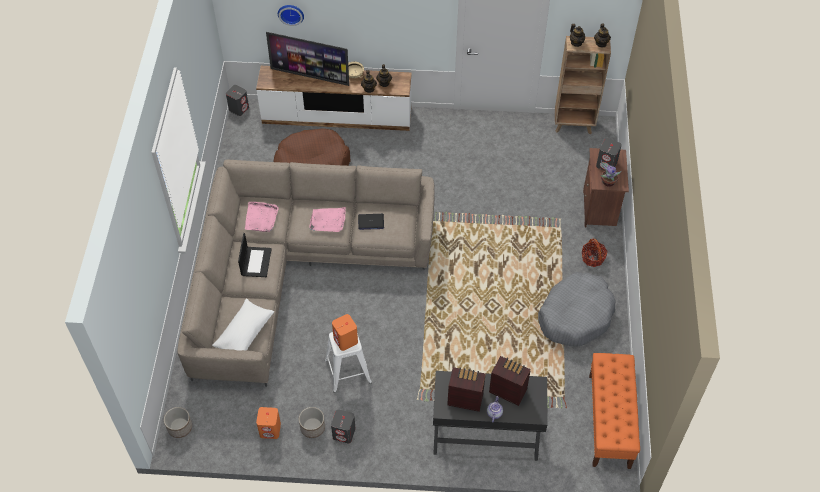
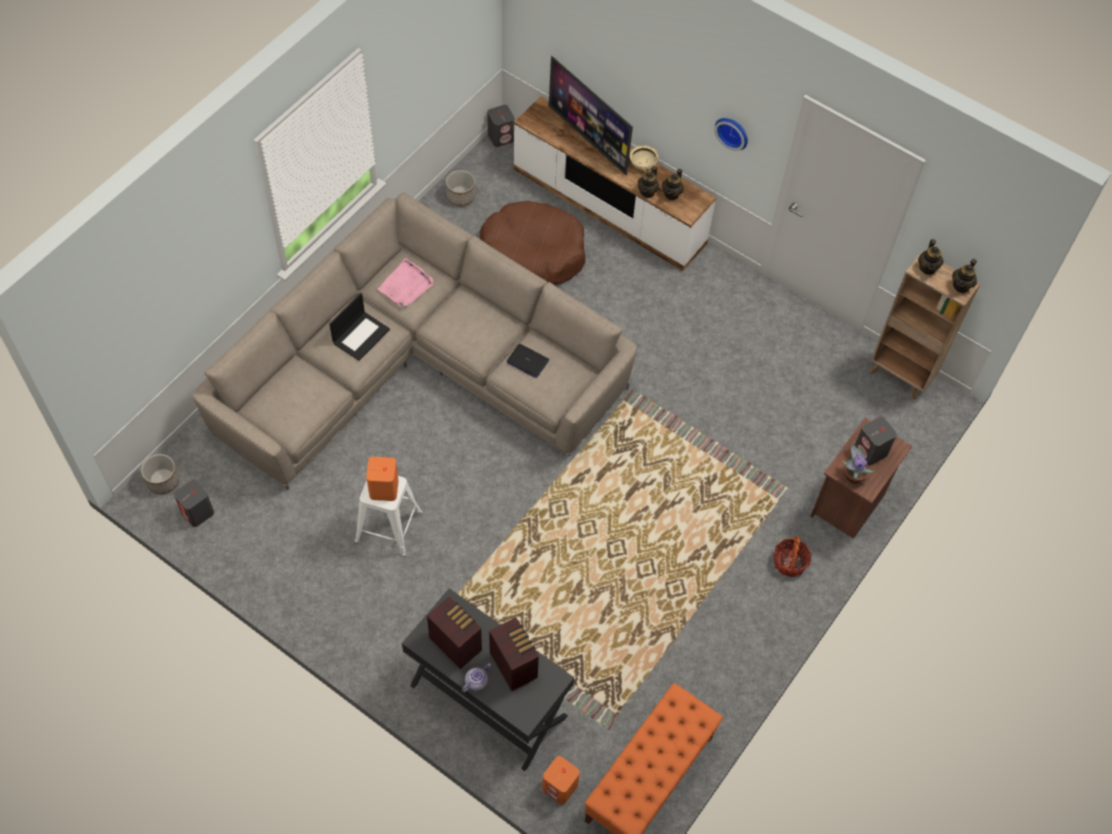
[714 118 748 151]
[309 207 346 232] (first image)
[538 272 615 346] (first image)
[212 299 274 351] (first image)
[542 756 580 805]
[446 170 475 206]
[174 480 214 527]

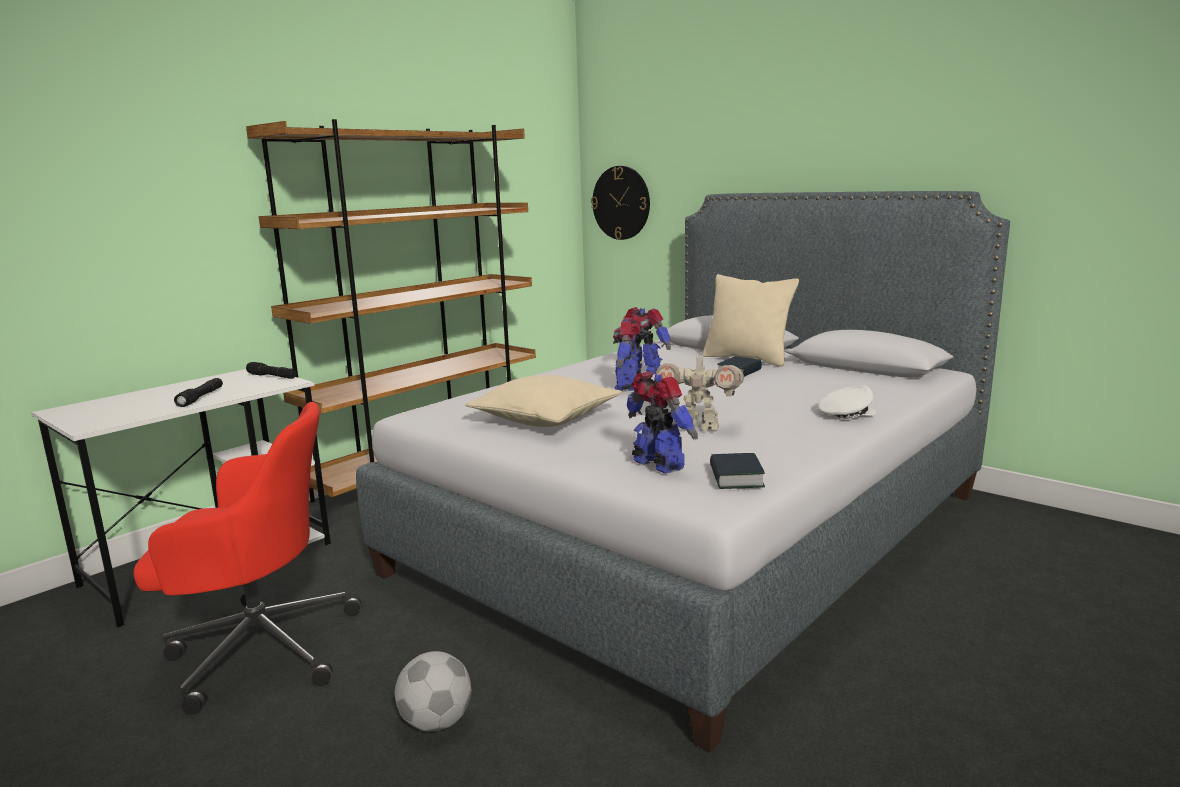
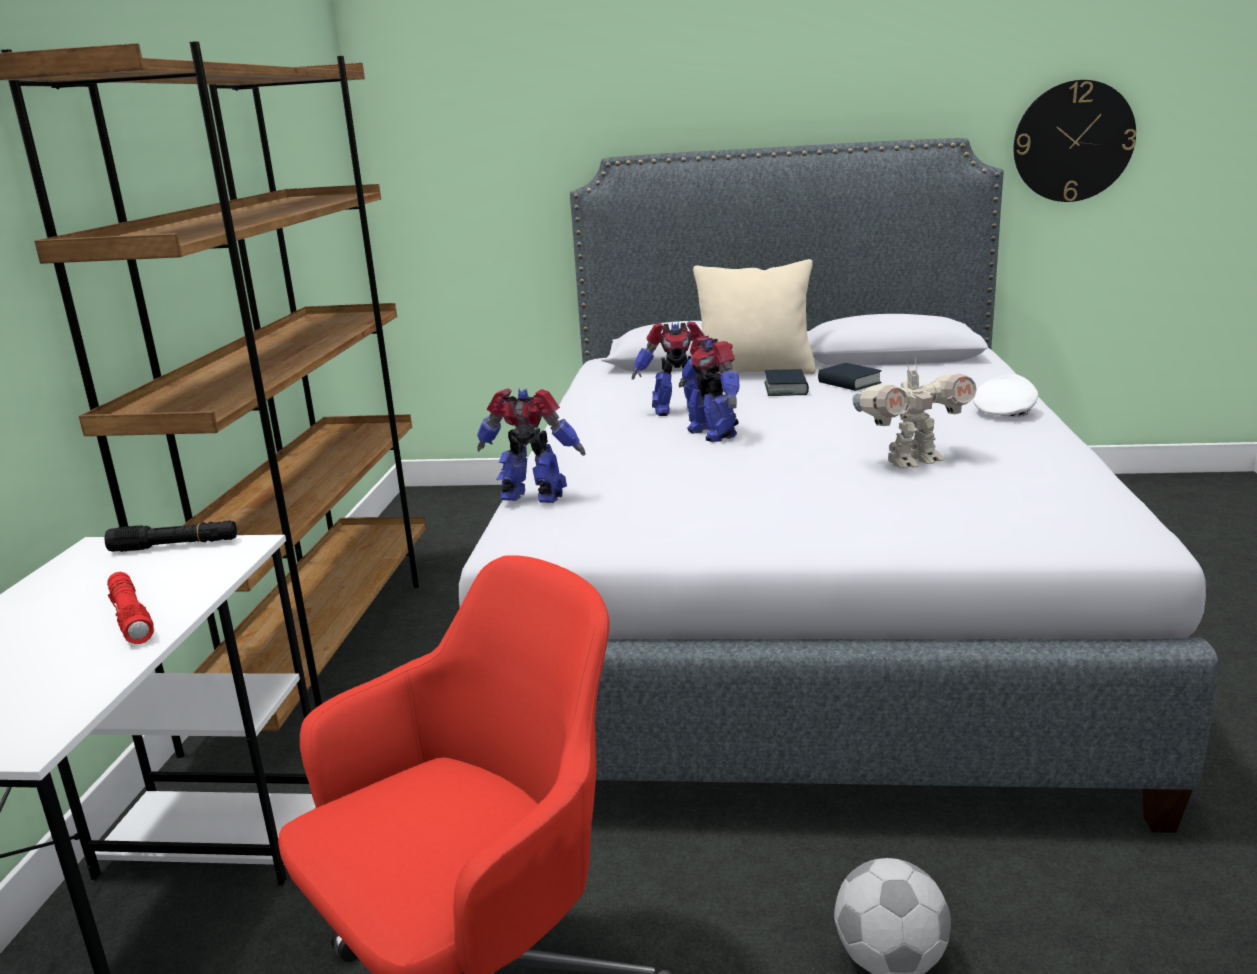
[1014 80 1136 202]
[477 388 586 503]
[465 375 622 427] (first image)
[107 572 154 644]
[818 363 882 391]

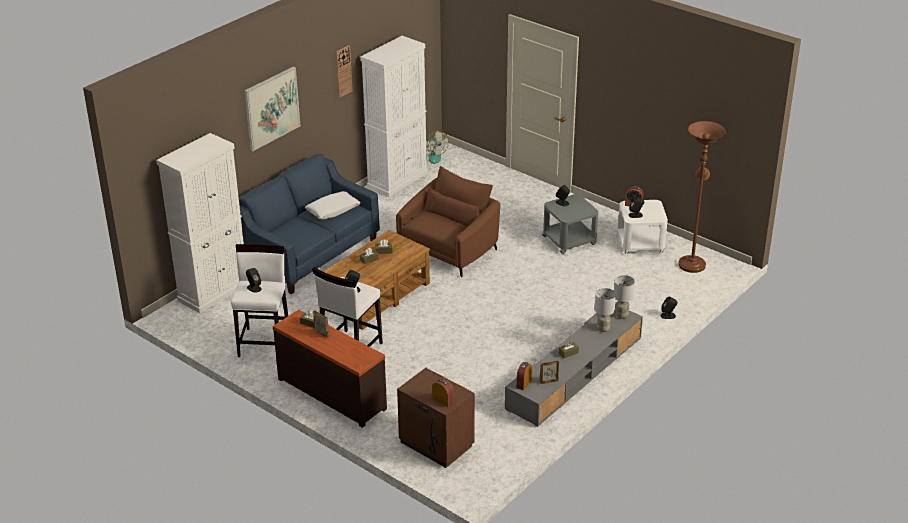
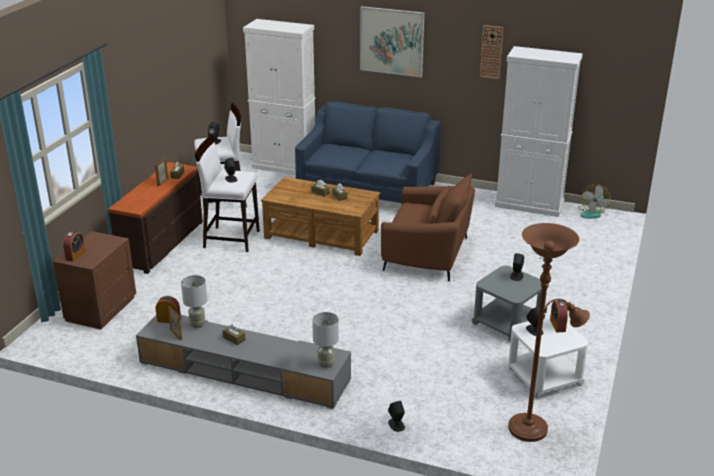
[305 191 361 219] (first image)
[181 275 207 328]

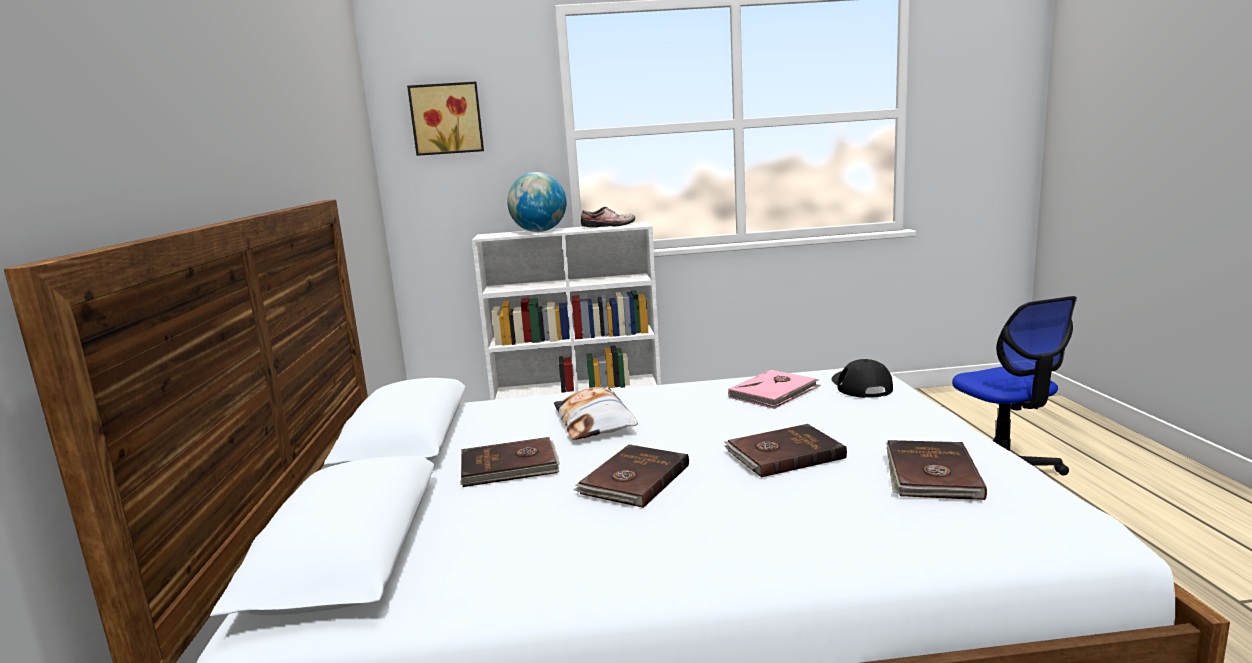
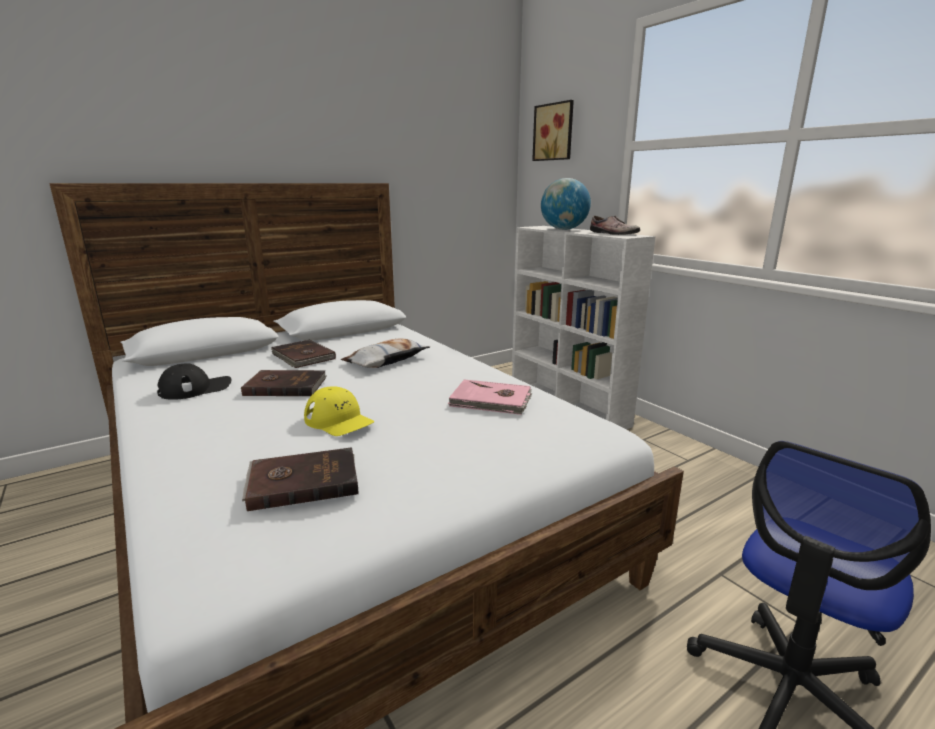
[157 363 232 400]
[304 386 374 436]

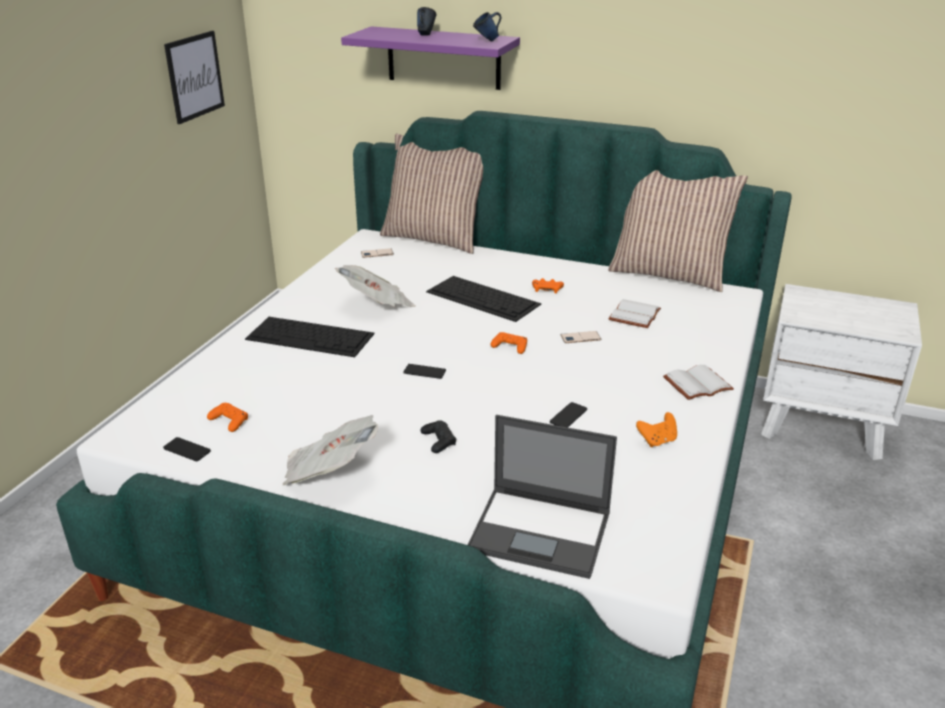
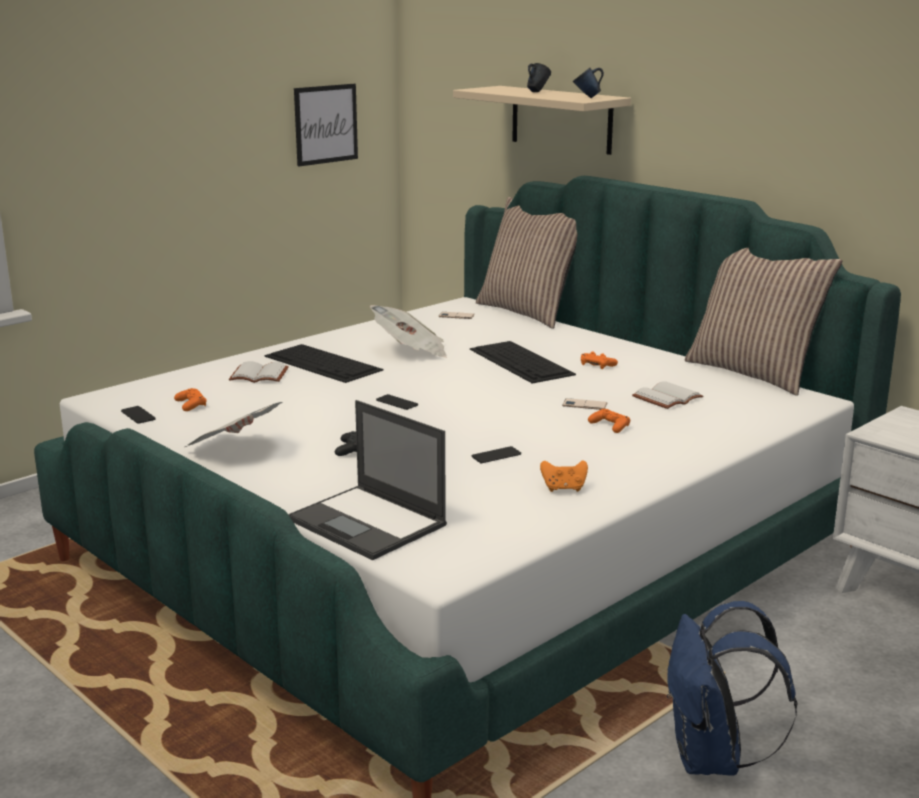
[453 86 631 155]
[588 409 631 433]
[229 361 289 383]
[667 601 797 776]

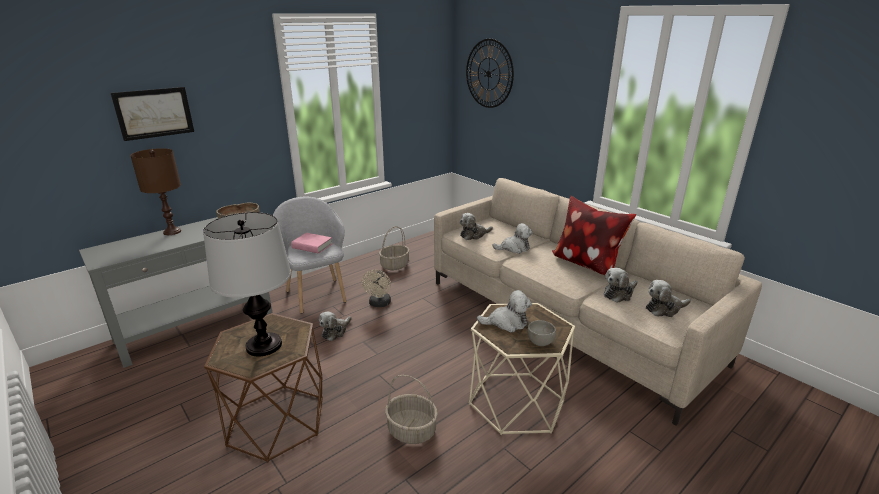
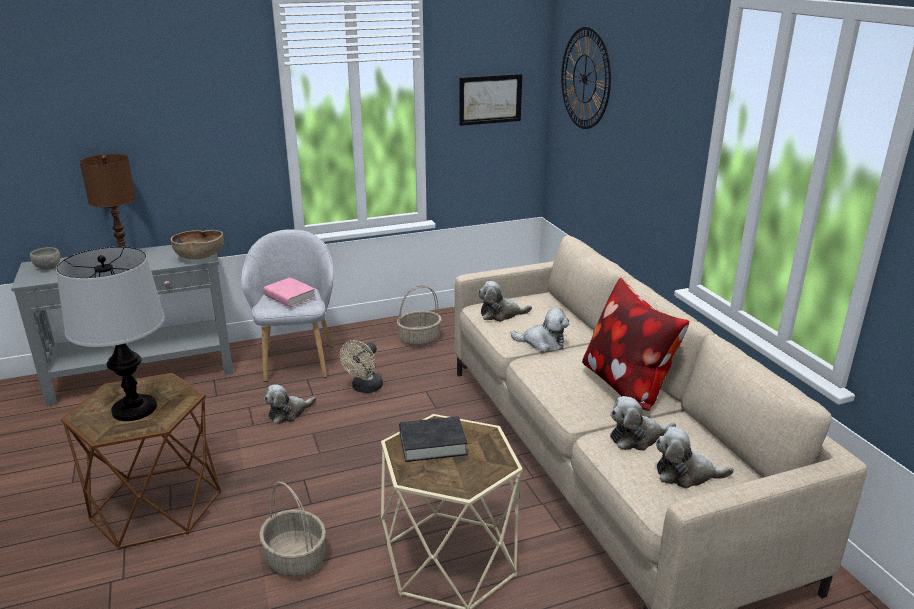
[459 74 522 126]
[399 416 467 462]
[30 247 61 270]

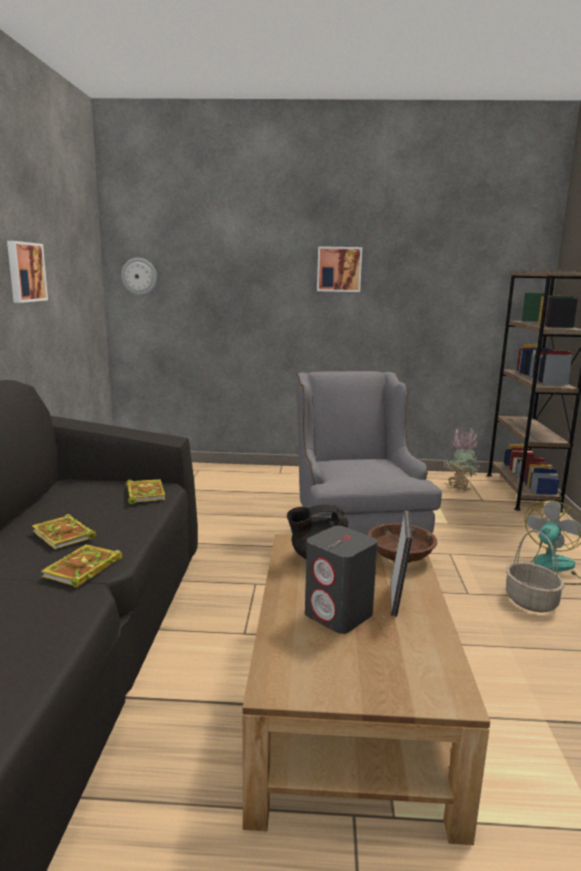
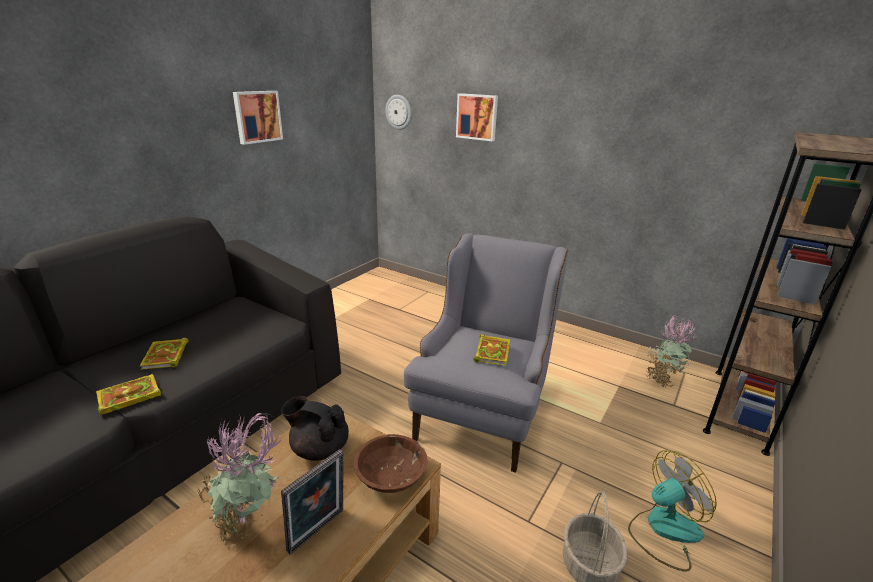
[456 93 498 141]
[473 334 510 366]
[197 413 284 547]

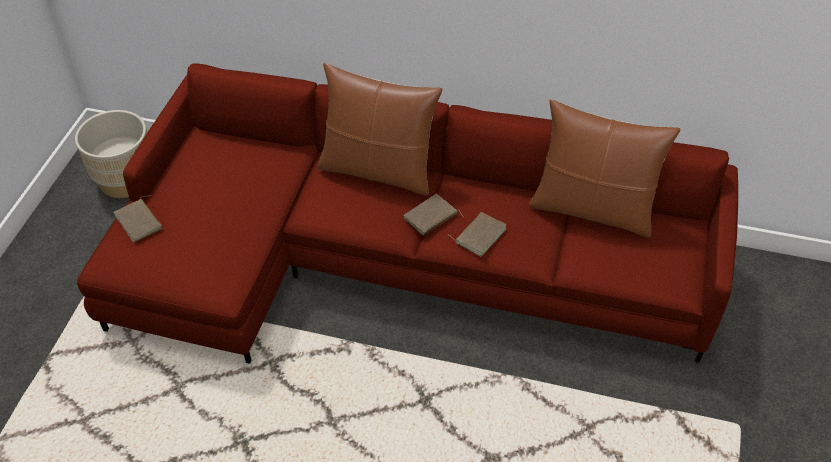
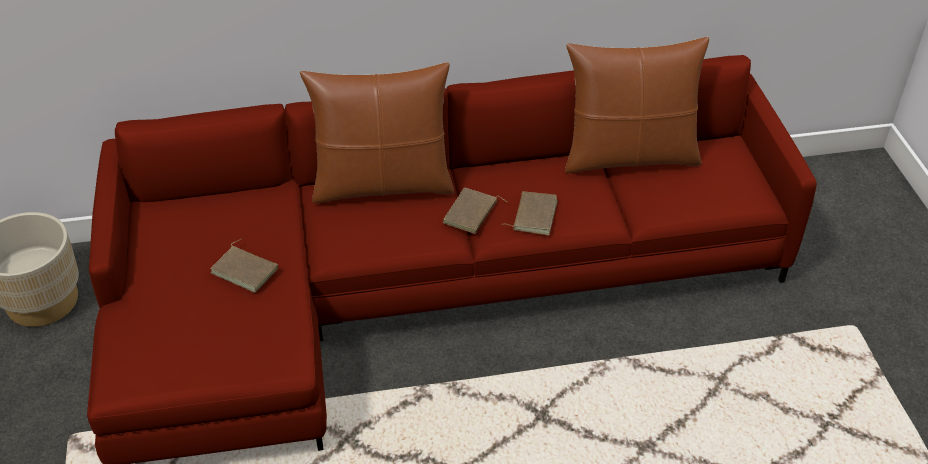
[210 239 278 293]

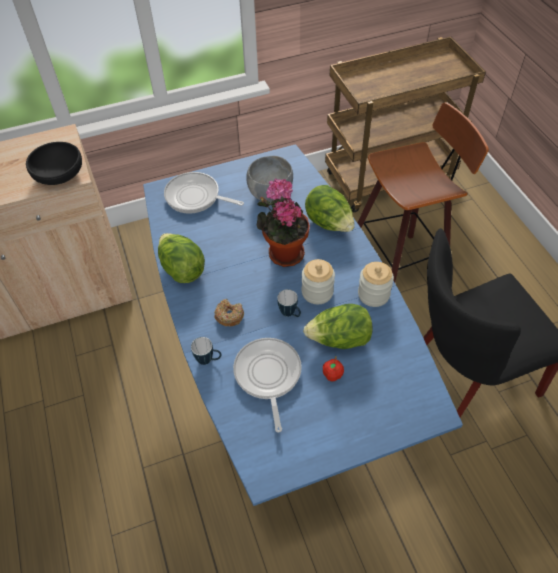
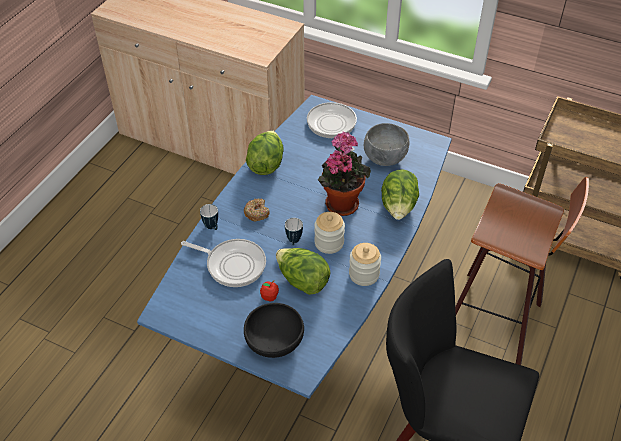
[244 303 304 358]
[181 239 266 287]

